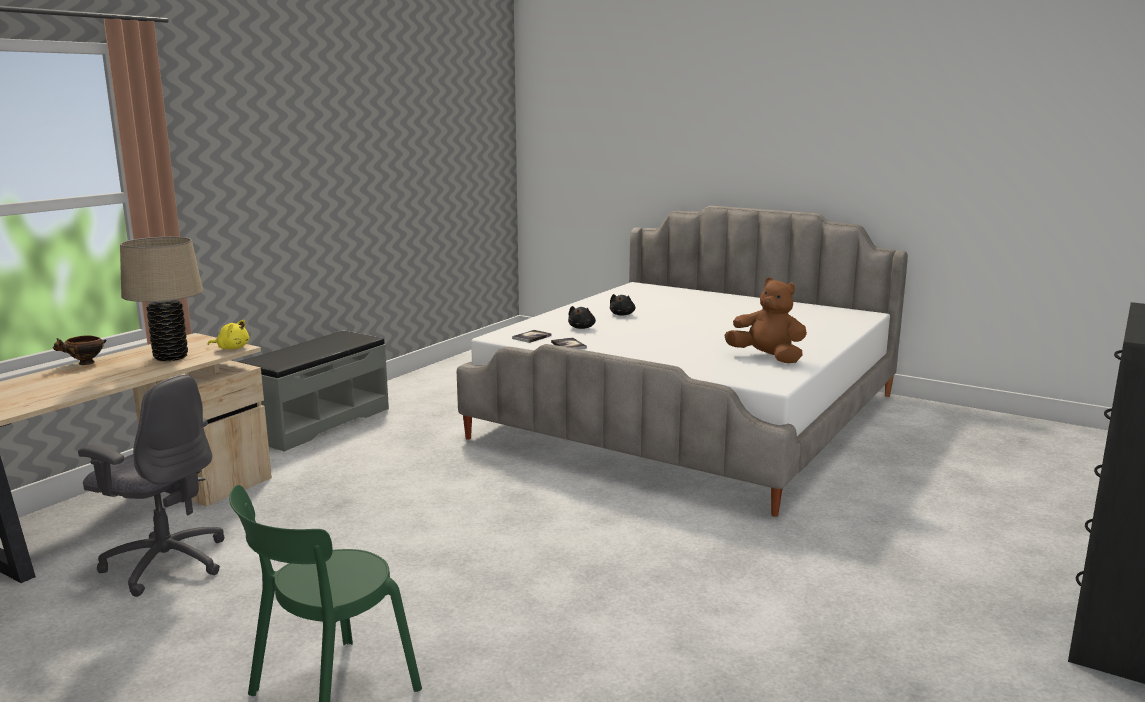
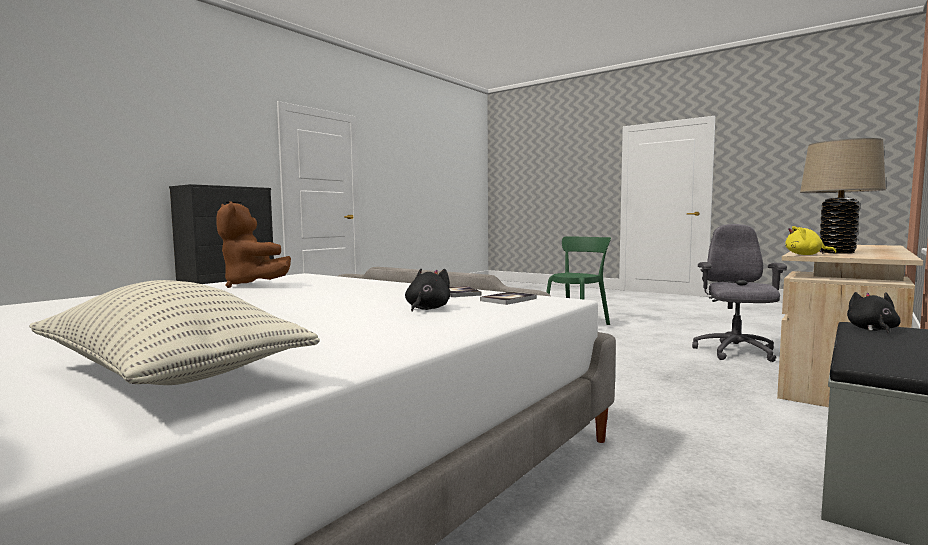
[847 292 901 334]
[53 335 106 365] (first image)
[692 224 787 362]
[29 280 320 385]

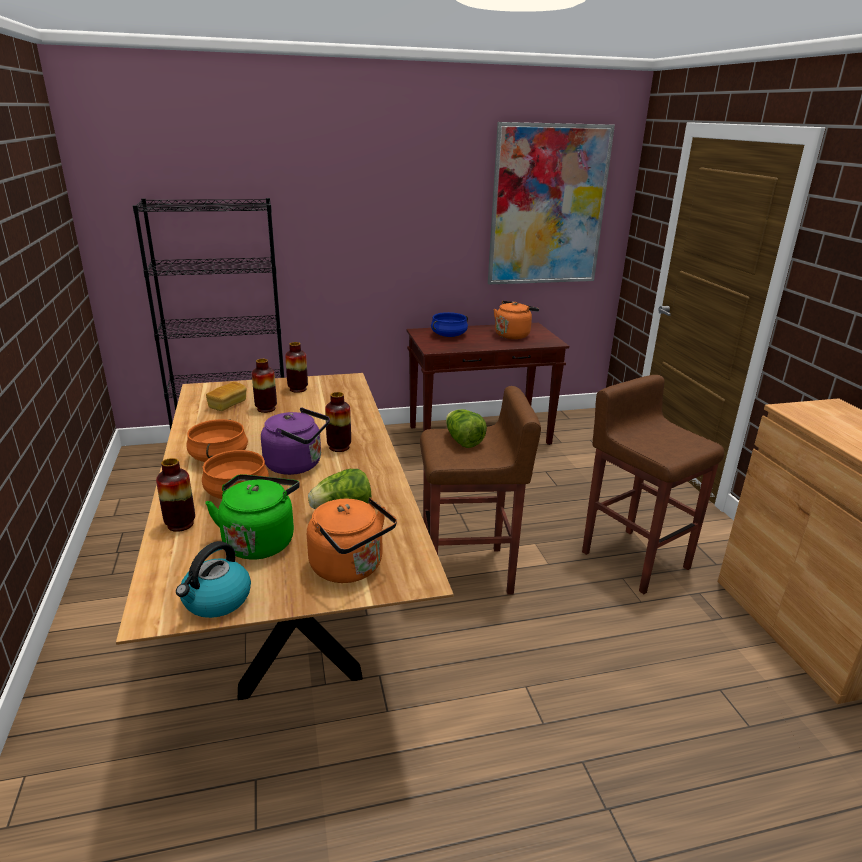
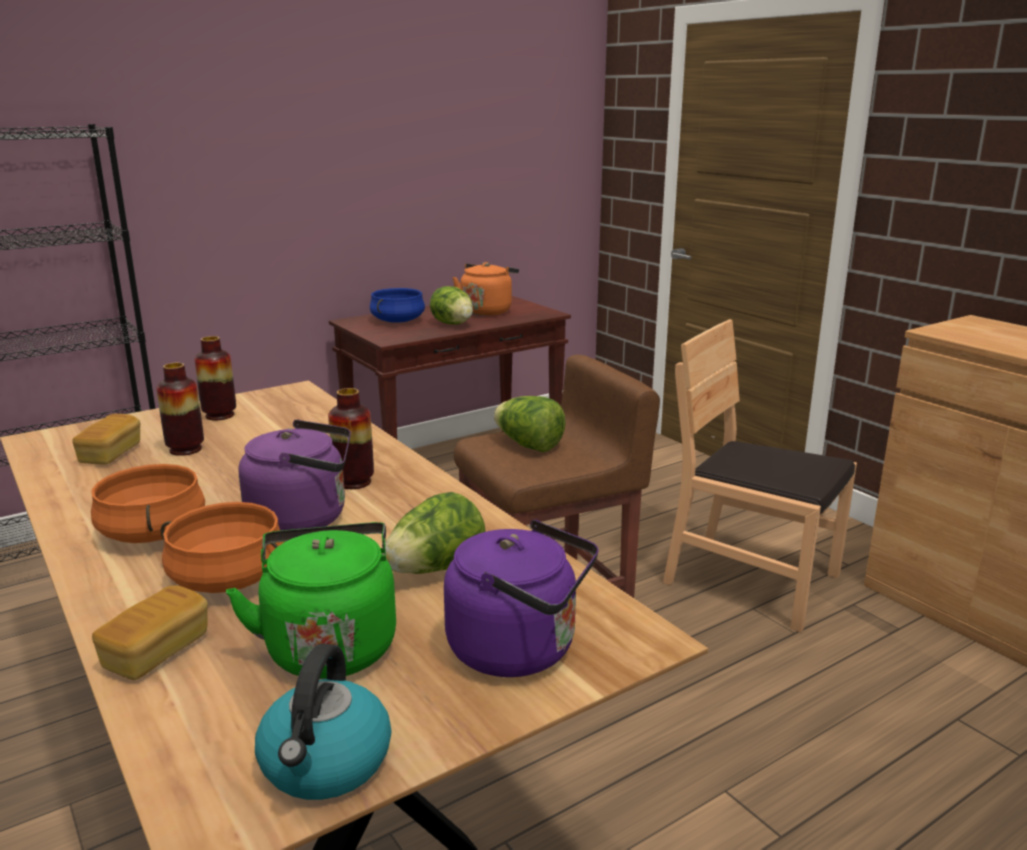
[488 122 615 284] (first image)
[663 319 857 633]
[92 585 208 680]
[444 520 598 677]
[430 286 473 325]

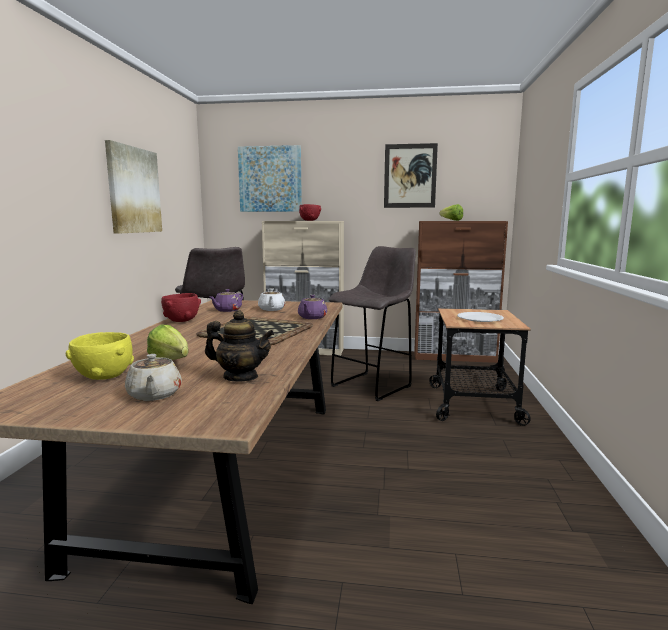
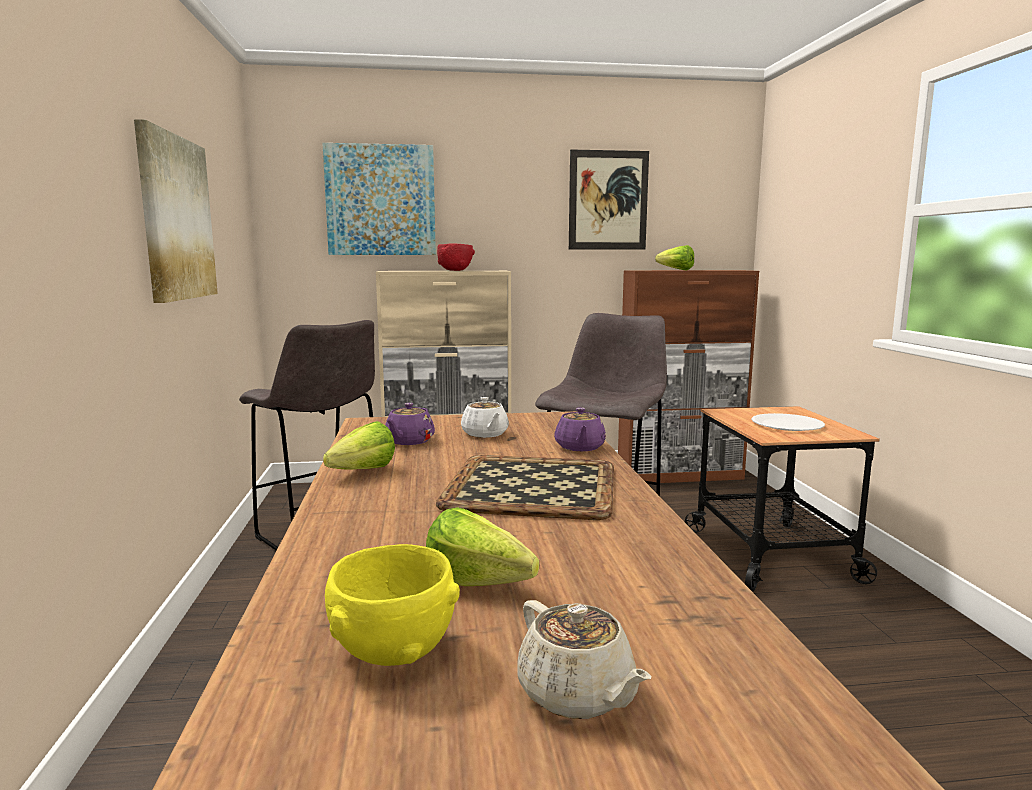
[323 421 395 470]
[205 310 274 381] (first image)

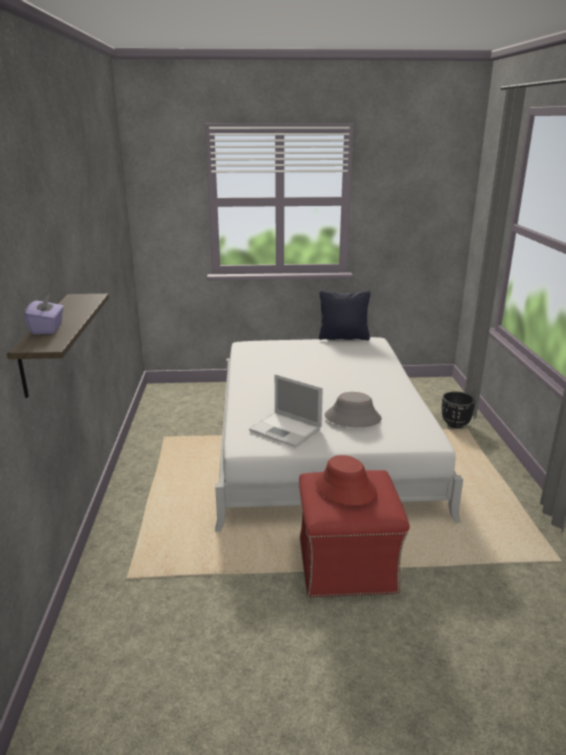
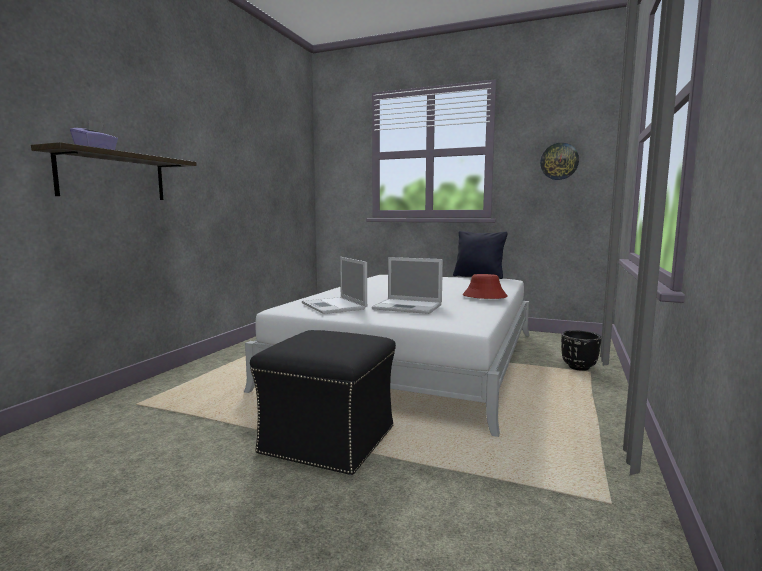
[372 257 443 314]
[463 274 508 299]
[250 330 396 475]
[540 143 579 180]

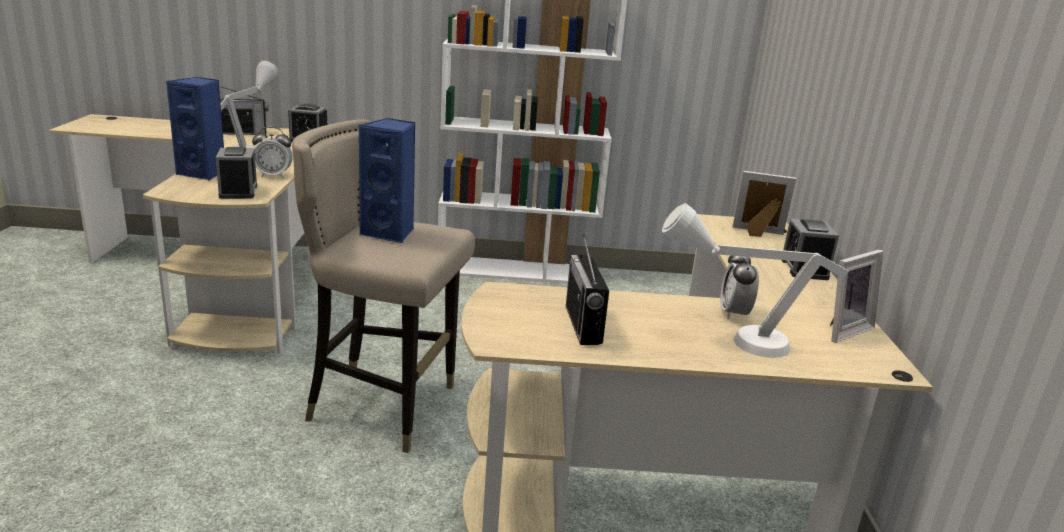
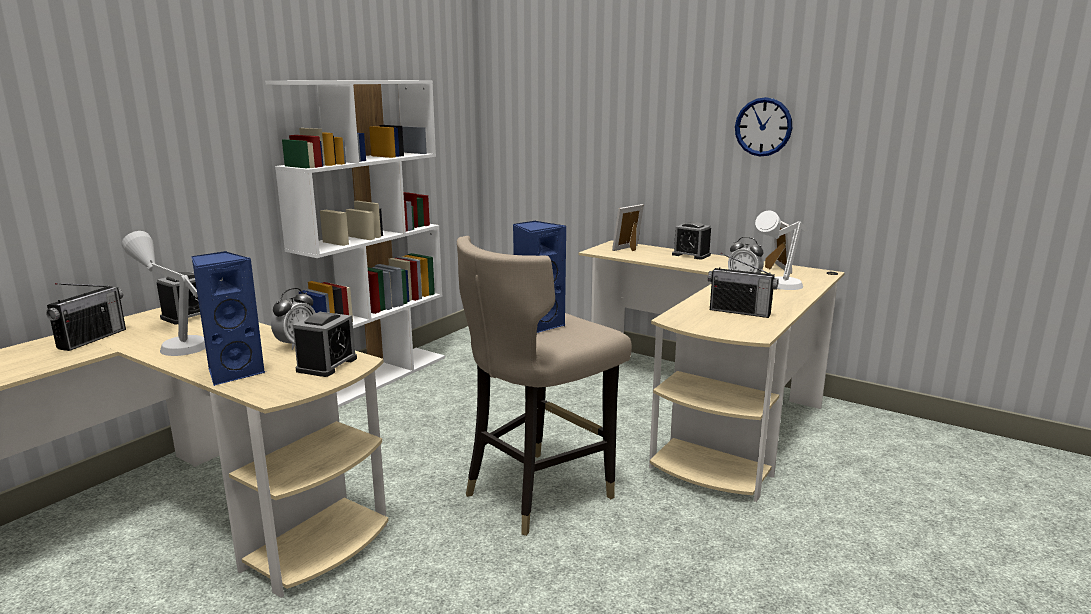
[293 312 357 377]
[735 97 792 157]

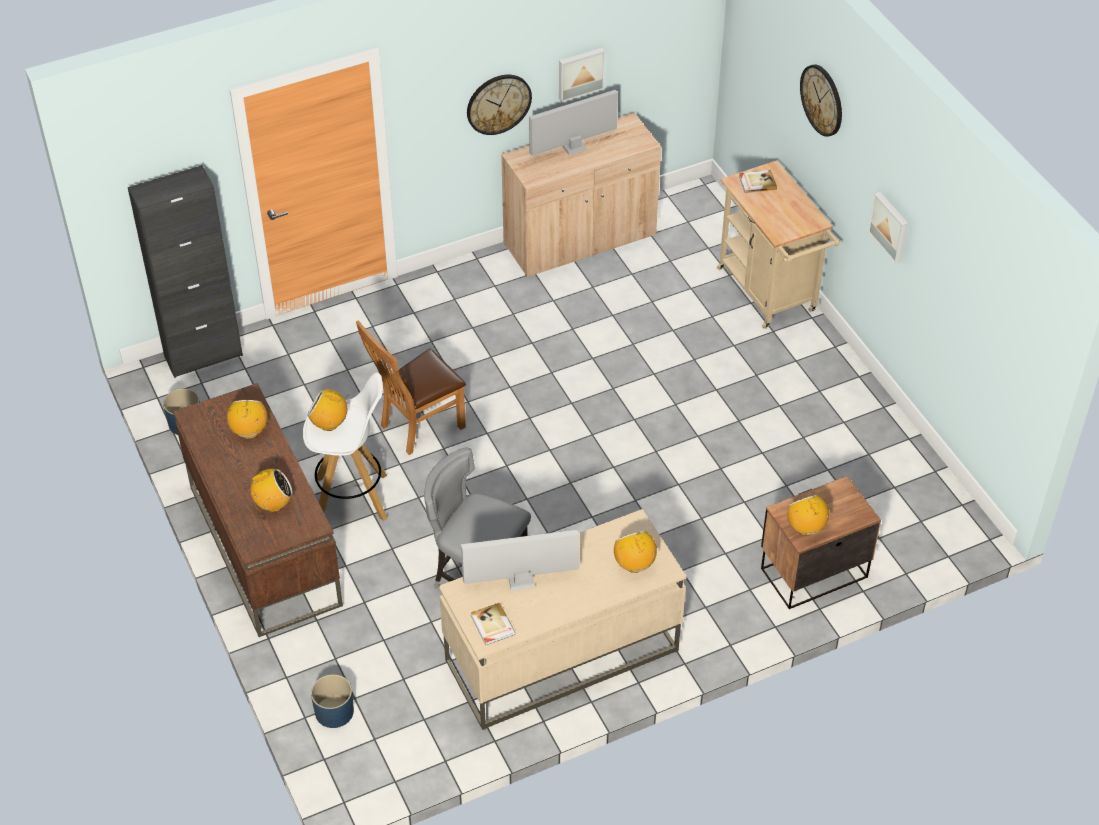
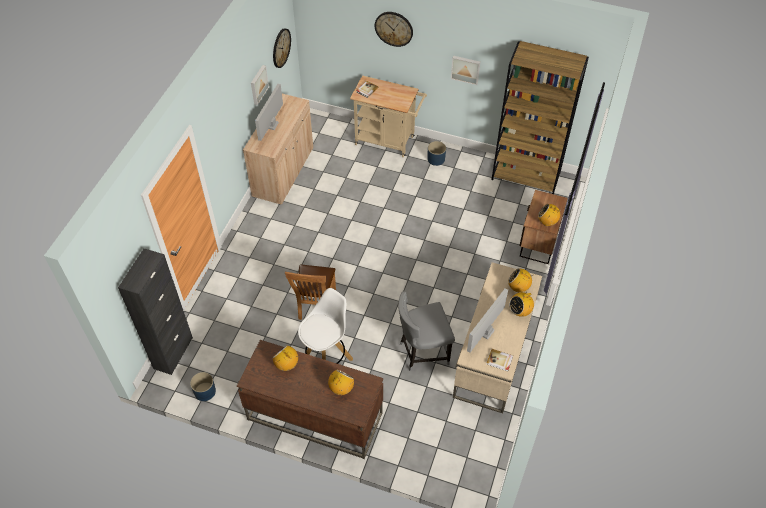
[273 28 291 68]
[509 289 534 317]
[427 141 446 166]
[491 41 589 194]

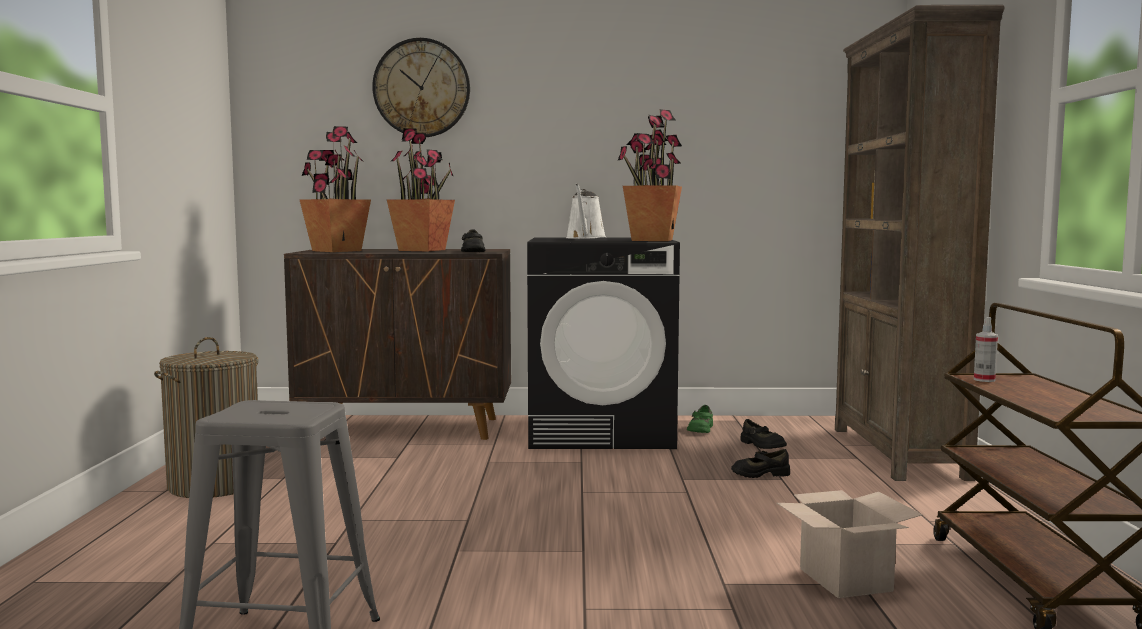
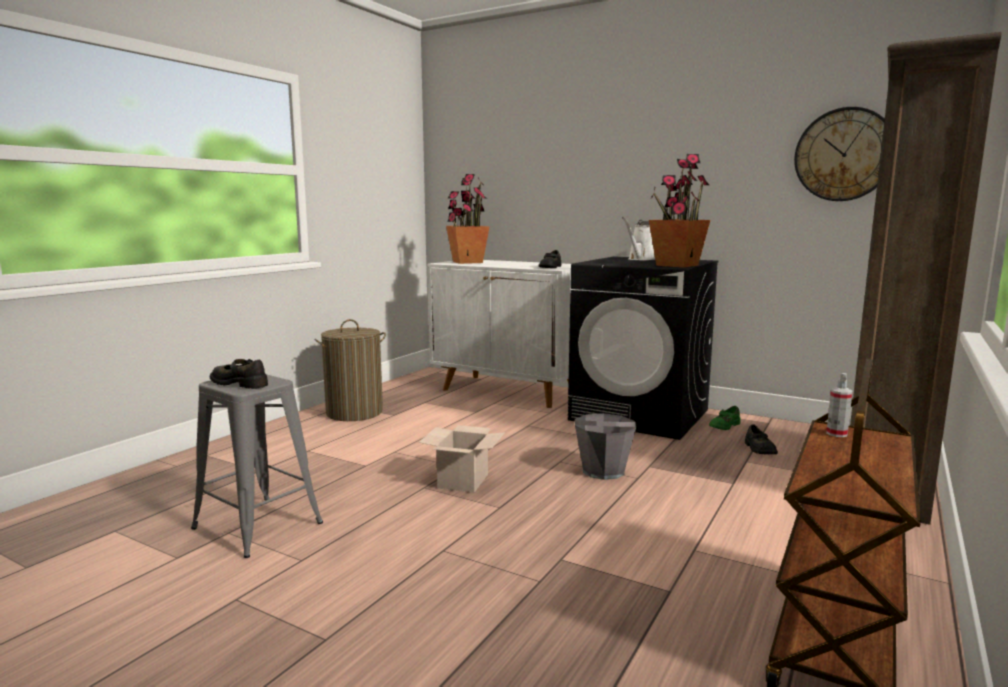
[794 107 885 201]
[387 128 455 251] (first image)
[428 260 572 408]
[210 359 268 389]
[419 425 505 493]
[575 413 636 480]

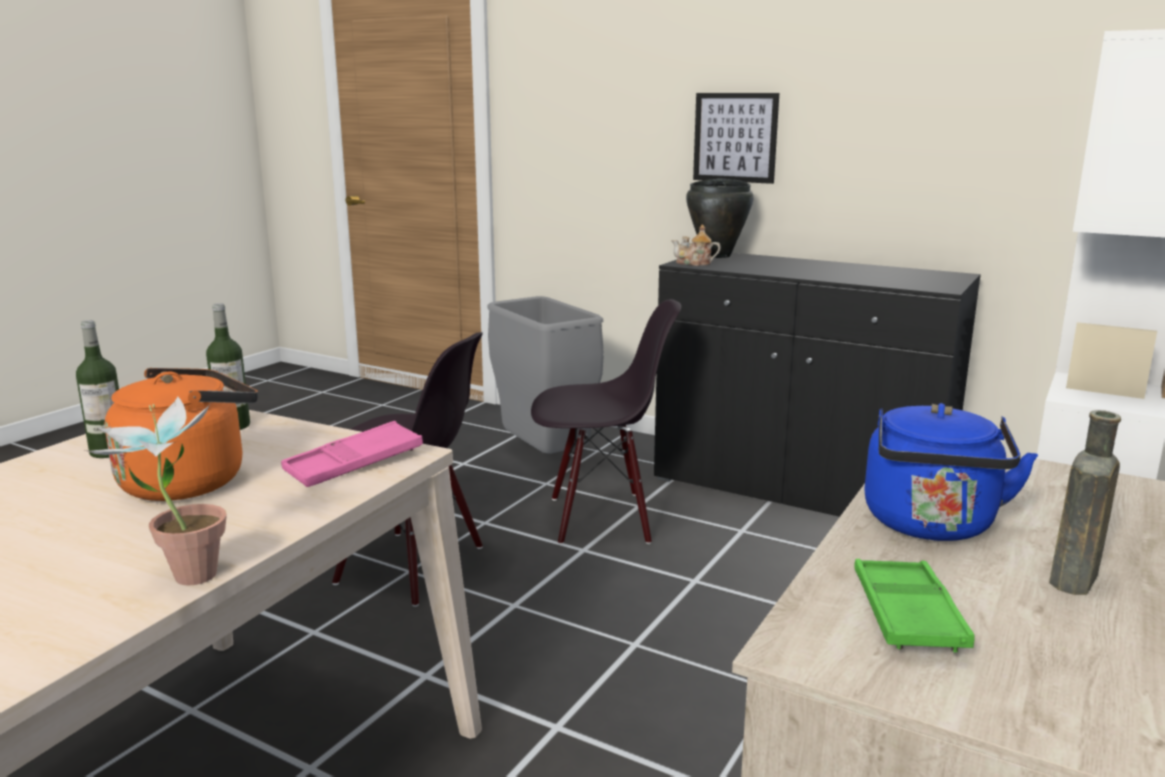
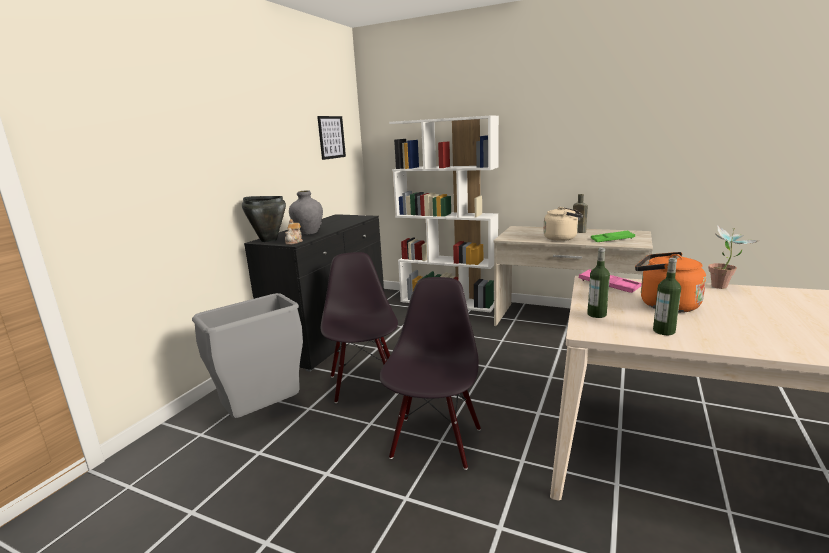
[317 116 346 160]
[543 207 583 241]
[289 191 323 235]

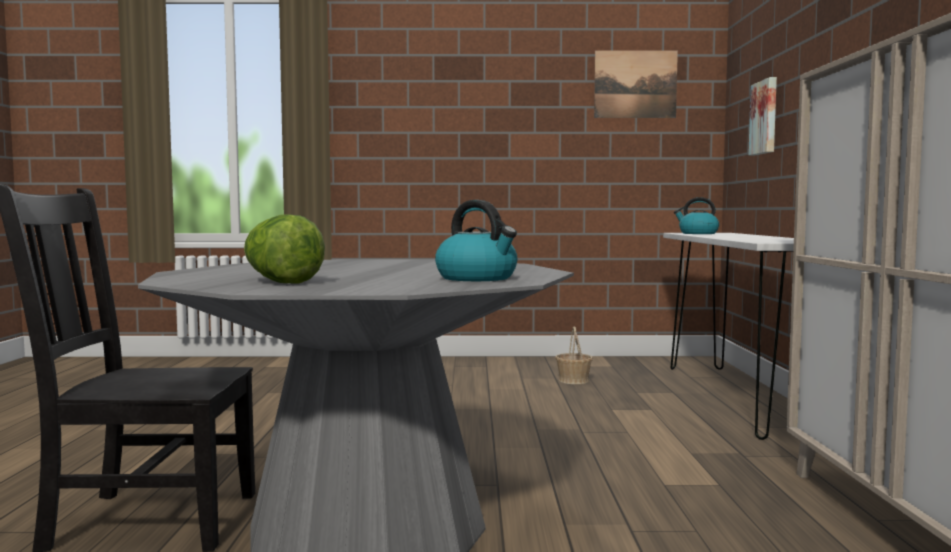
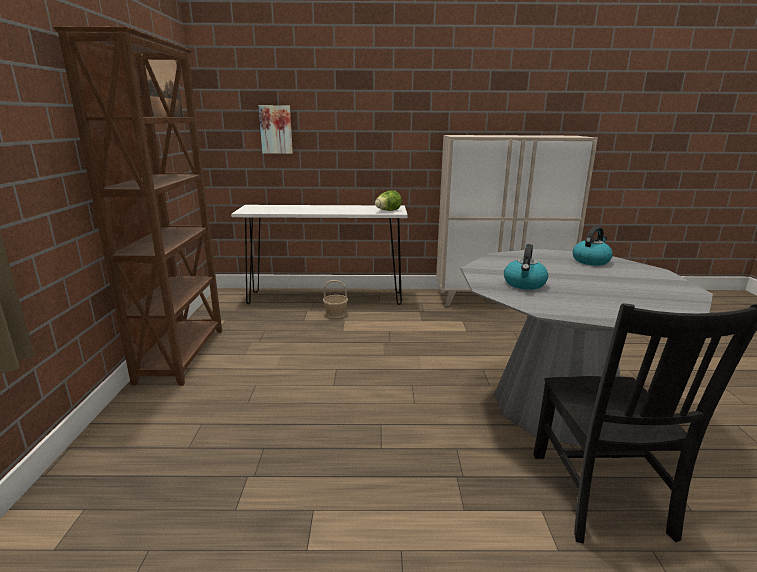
[504 244 548 290]
[375 190 402 211]
[323 280 348 318]
[53 26 222 386]

